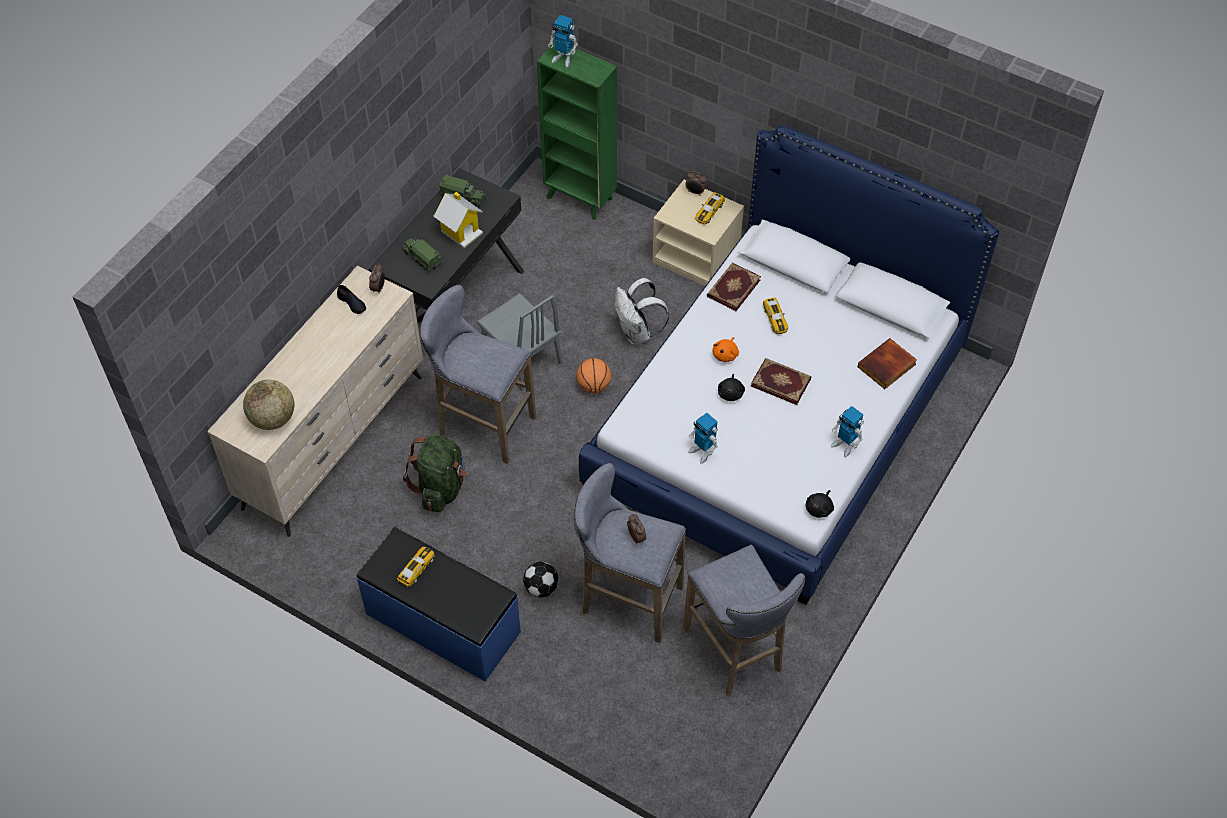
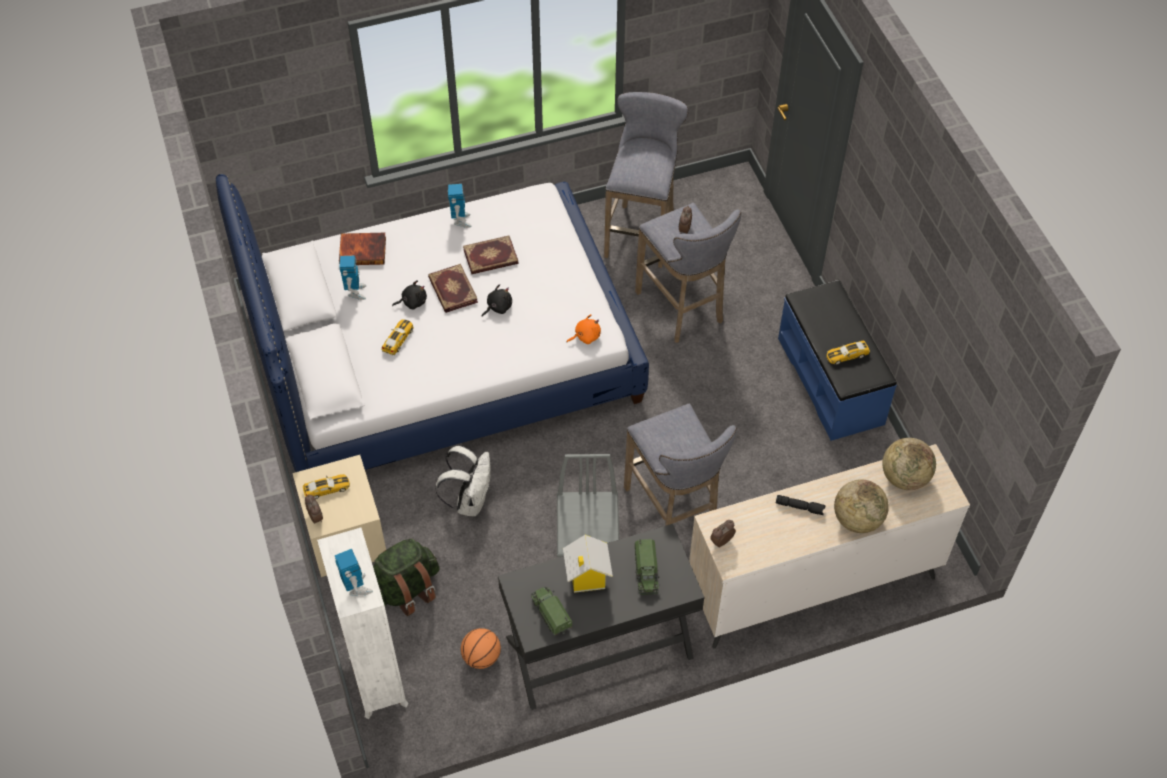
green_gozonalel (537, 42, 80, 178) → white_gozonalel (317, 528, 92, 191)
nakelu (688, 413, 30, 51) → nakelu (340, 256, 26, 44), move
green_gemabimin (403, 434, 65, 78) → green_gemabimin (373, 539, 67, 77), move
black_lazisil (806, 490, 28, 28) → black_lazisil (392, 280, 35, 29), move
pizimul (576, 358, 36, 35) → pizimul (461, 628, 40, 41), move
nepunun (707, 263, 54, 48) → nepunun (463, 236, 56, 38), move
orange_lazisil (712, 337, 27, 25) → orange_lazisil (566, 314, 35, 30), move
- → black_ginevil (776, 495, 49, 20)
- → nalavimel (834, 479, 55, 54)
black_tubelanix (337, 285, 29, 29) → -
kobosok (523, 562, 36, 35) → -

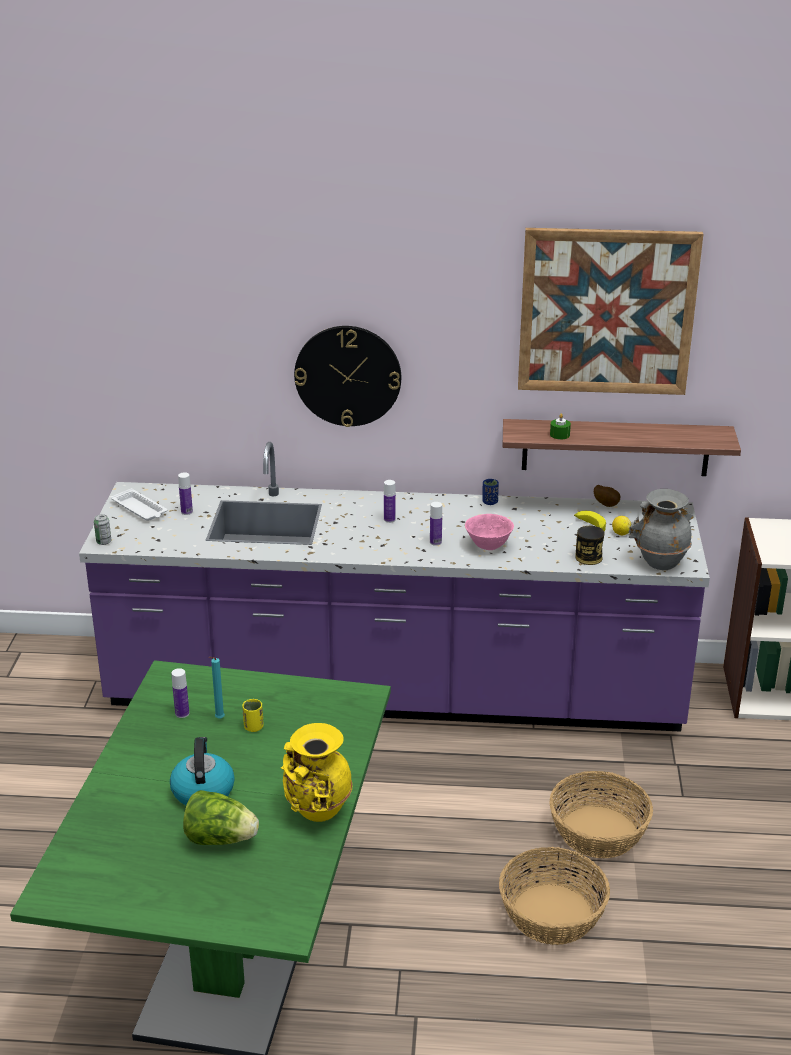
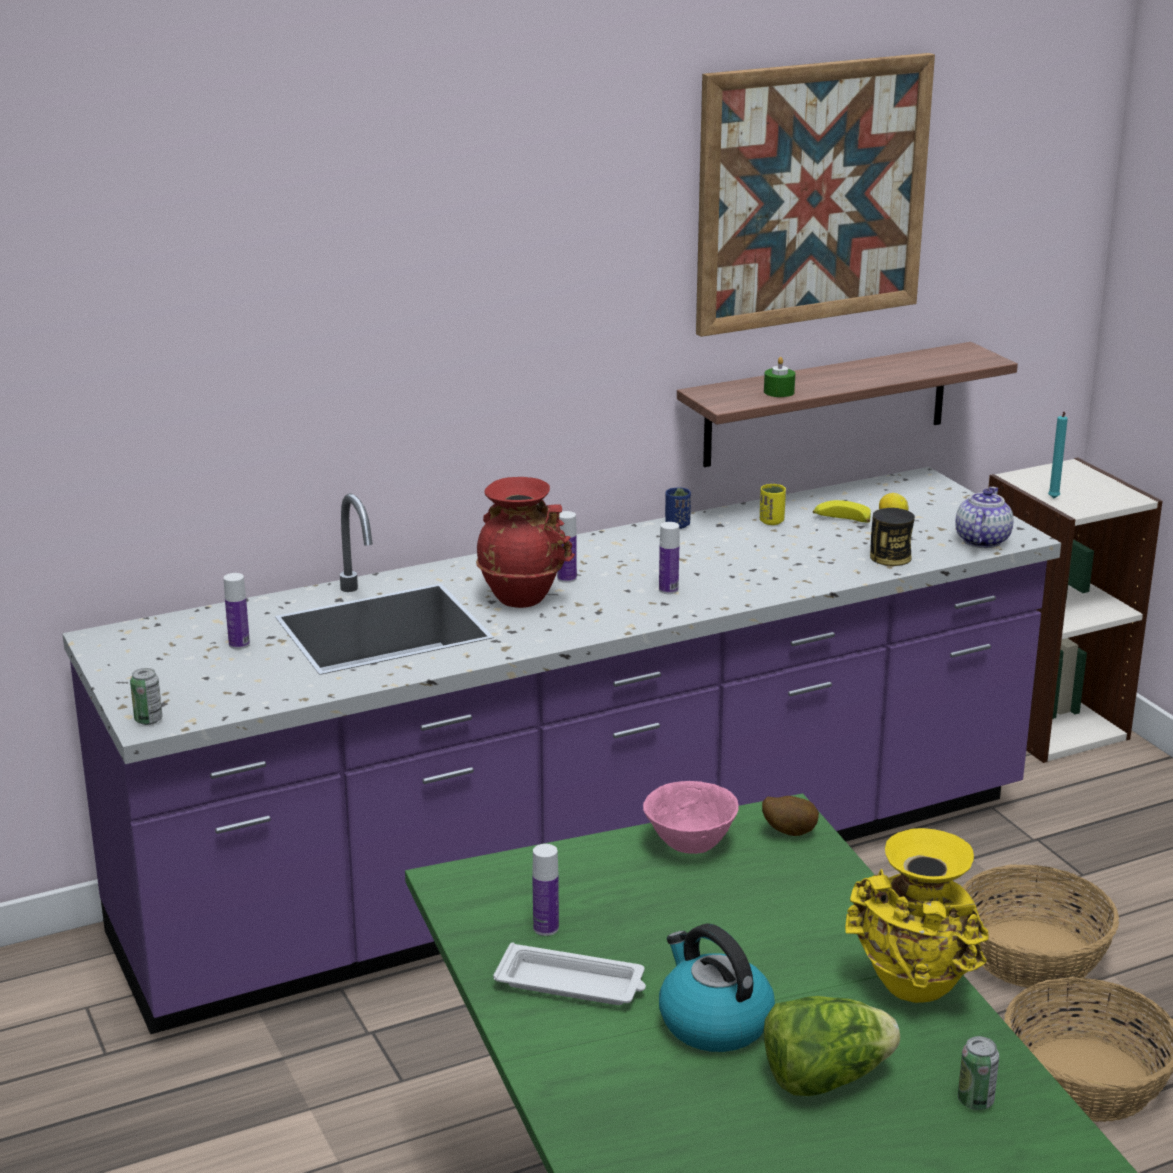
- → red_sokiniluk (476, 477, 99, 131)
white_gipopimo (111, 488, 56, 33) → white_gipopimo (493, 942, 153, 63), move
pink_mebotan (465, 514, 49, 36) → pink_mebotan (643, 781, 96, 73), move
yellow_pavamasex (242, 699, 22, 33) → yellow_pavamasex (760, 484, 26, 41), move
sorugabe (594, 485, 26, 22) → sorugabe (762, 796, 57, 40), move
grey_sokiniluk (629, 489, 65, 81) → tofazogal (956, 487, 58, 61)
- → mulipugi (958, 1036, 41, 74)
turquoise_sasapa (208, 657, 17, 62) → turquoise_sasapa (1048, 411, 20, 87), move
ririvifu (294, 326, 107, 101) → -

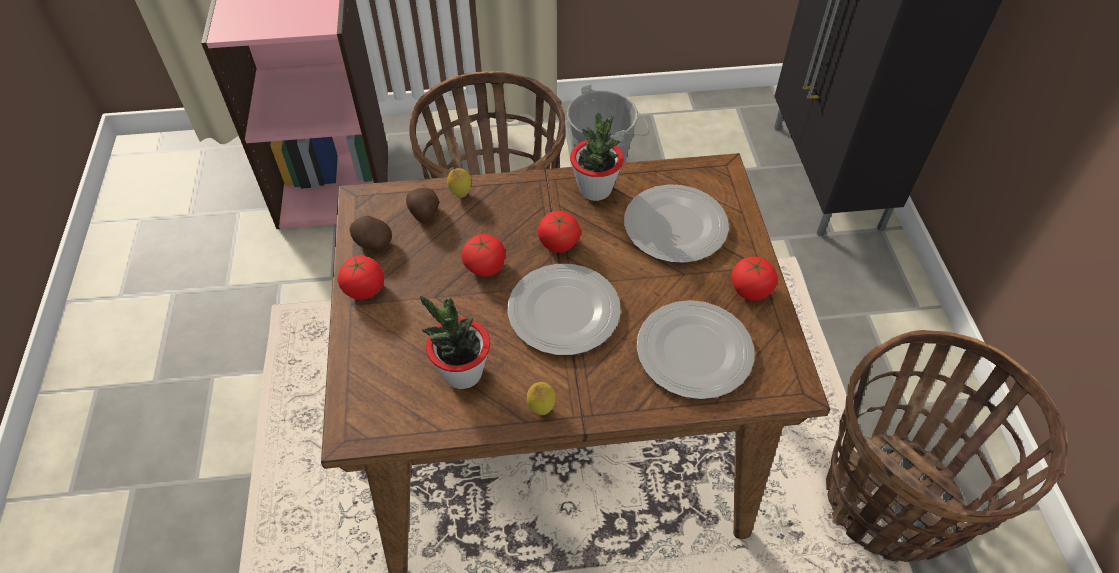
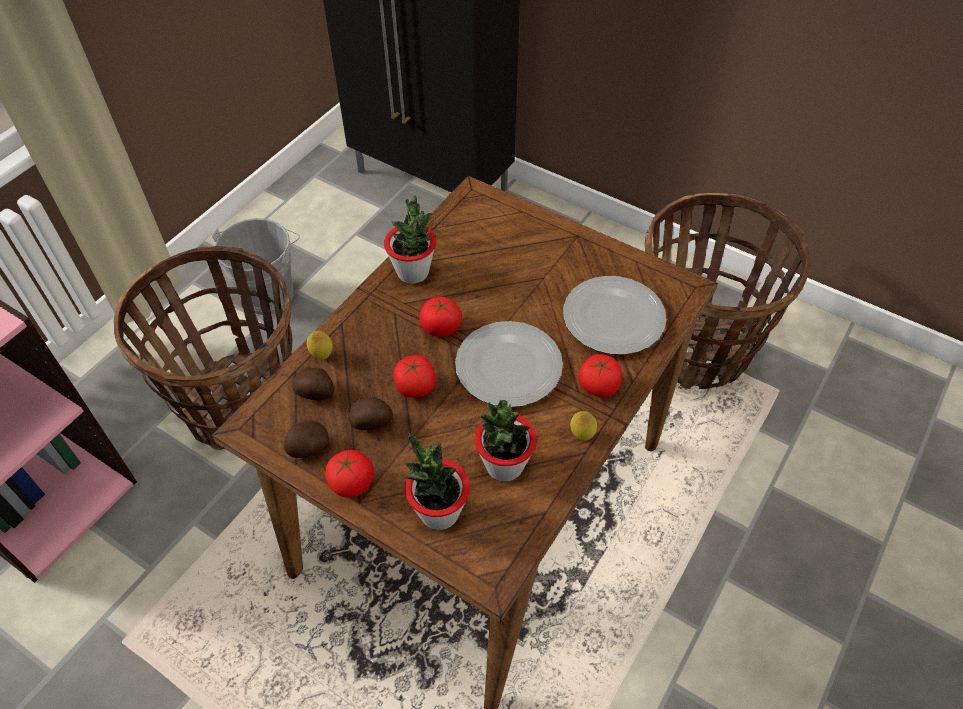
- → sorugabe (349, 396, 44, 34)
- → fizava (405, 433, 65, 97)
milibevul (732, 257, 46, 44) → milibevul (579, 354, 43, 43), move
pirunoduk (624, 184, 105, 79) → -

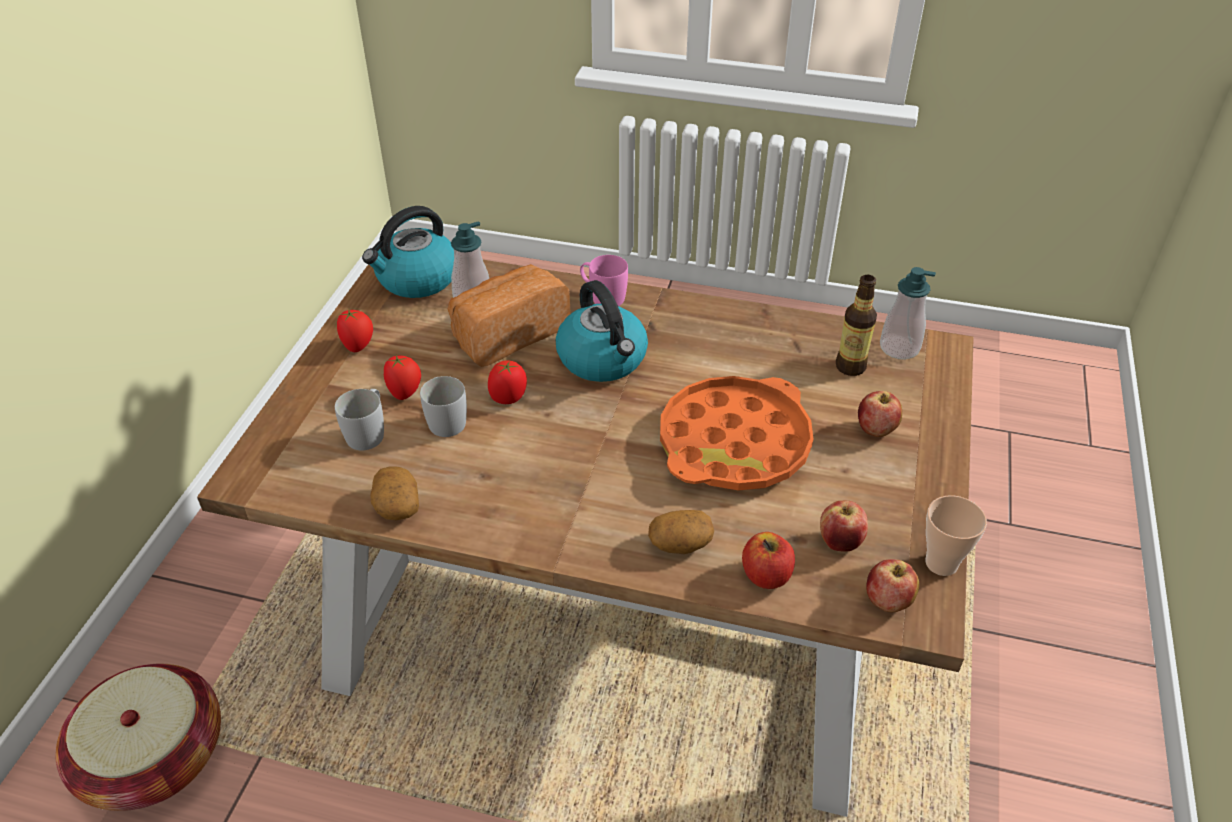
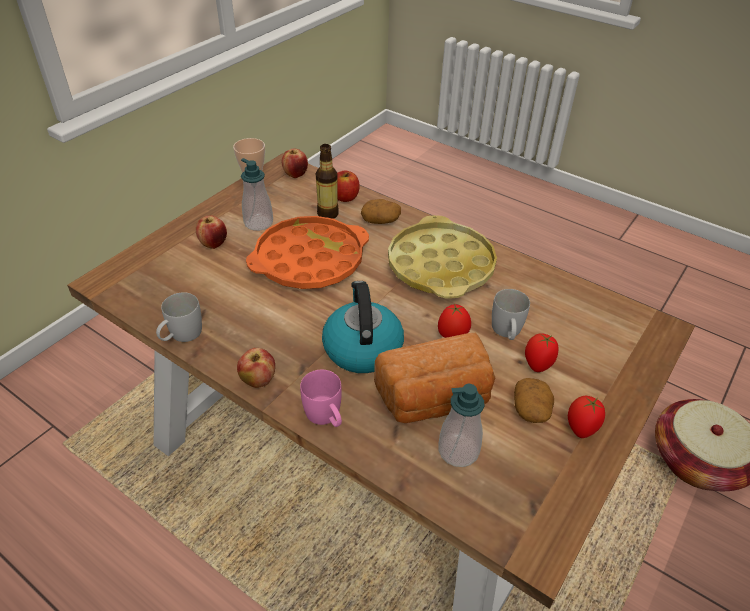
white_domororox (335, 389, 49, 61) → white_domororox (156, 292, 46, 50), move
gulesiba (820, 501, 48, 50) → gulesiba (237, 348, 38, 40), move
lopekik (880, 267, 56, 93) → lopekik (241, 158, 32, 73), move
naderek (836, 274, 41, 102) → naderek (316, 144, 23, 75), move
- → yellow_gipopimo (388, 215, 109, 84)
sorugabe (370, 466, 49, 54) → sorugabe (514, 378, 40, 45), move
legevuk (362, 206, 92, 92) → -

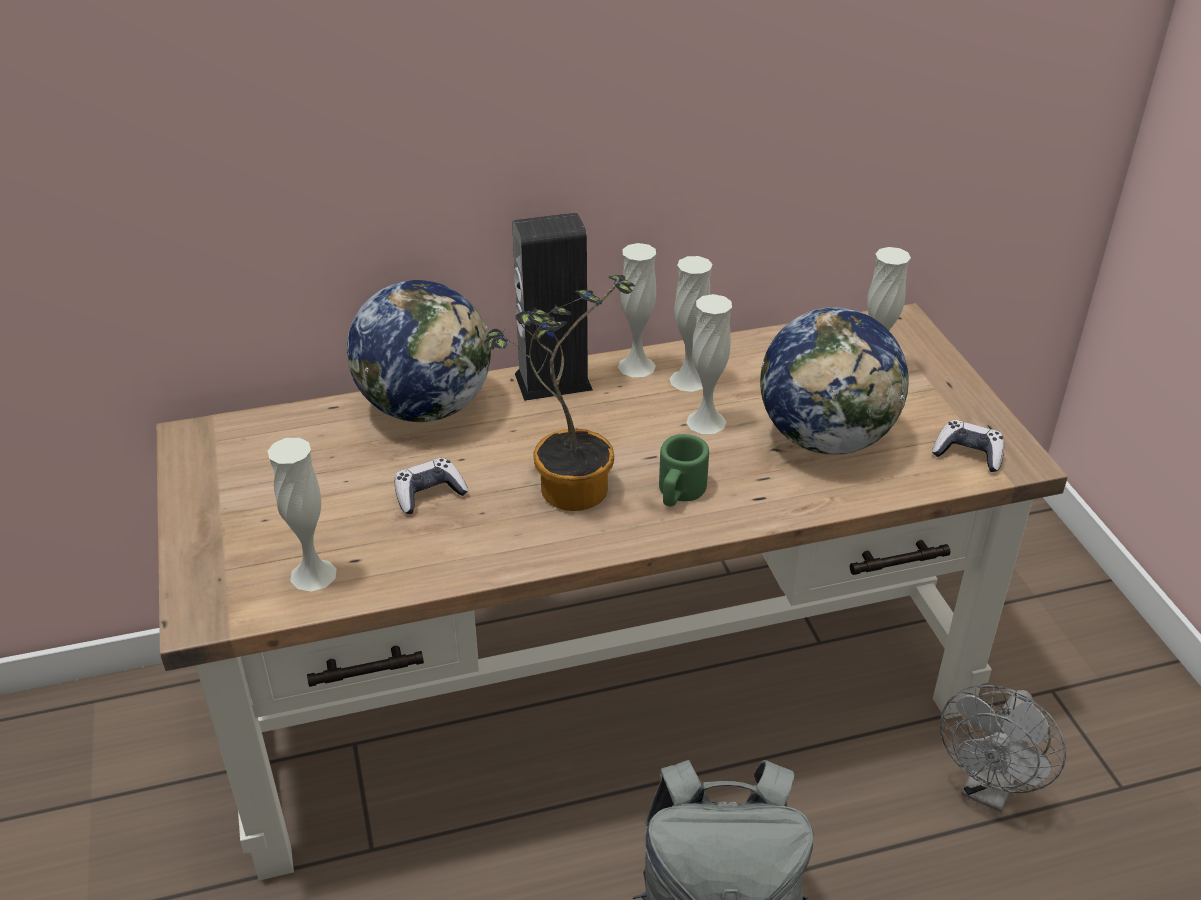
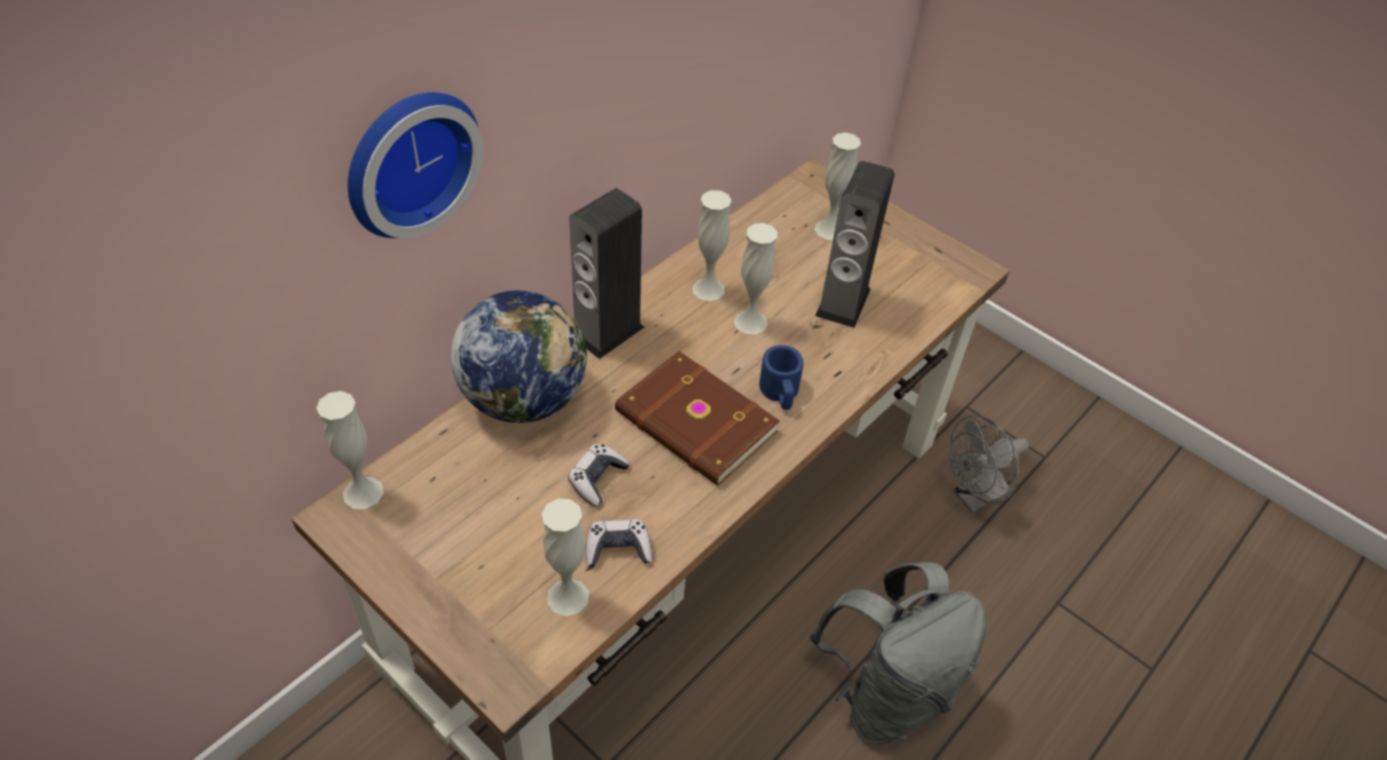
white_sokiniluk (618, 243, 38, 134) → white_sokiniluk (316, 391, 68, 118), move
- → ririvifu (348, 92, 135, 146)
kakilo (932, 420, 72, 52) → kakilo (585, 519, 67, 48), move
fizava (483, 275, 152, 236) → brown_nepunun (615, 351, 165, 135)
green_domororox (659, 434, 50, 73) → blue_domororox (759, 345, 44, 65)
nalavimel (760, 307, 148, 148) → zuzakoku (815, 161, 80, 167)
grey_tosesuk (940, 685, 126, 127) → grey_tosesuk (950, 415, 79, 98), 60 degrees clockwise

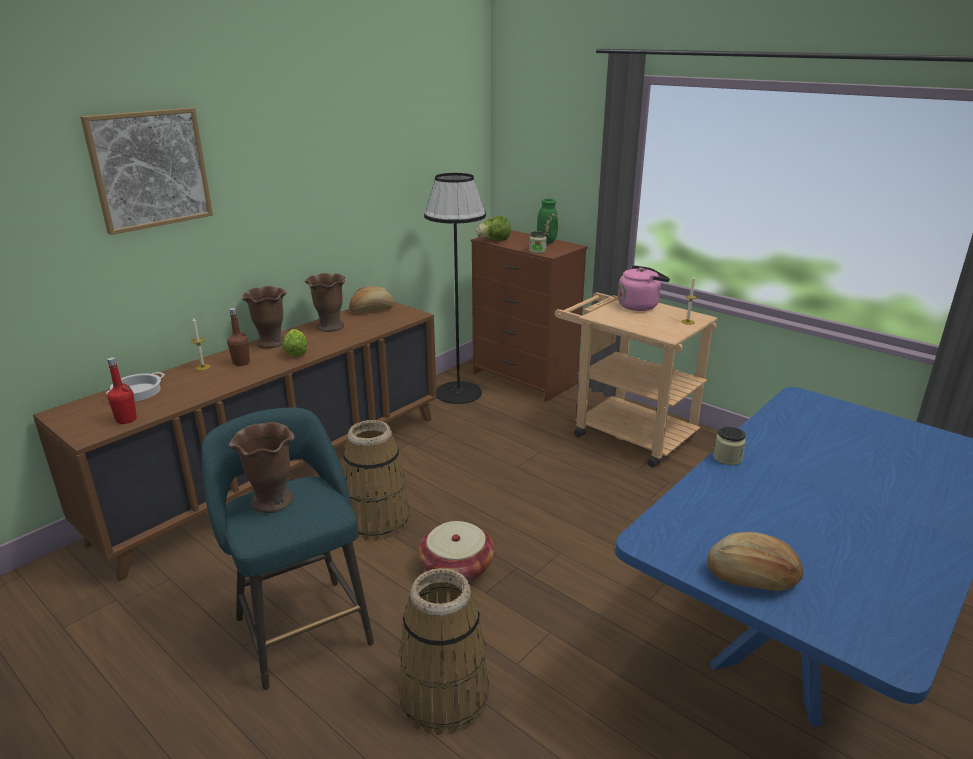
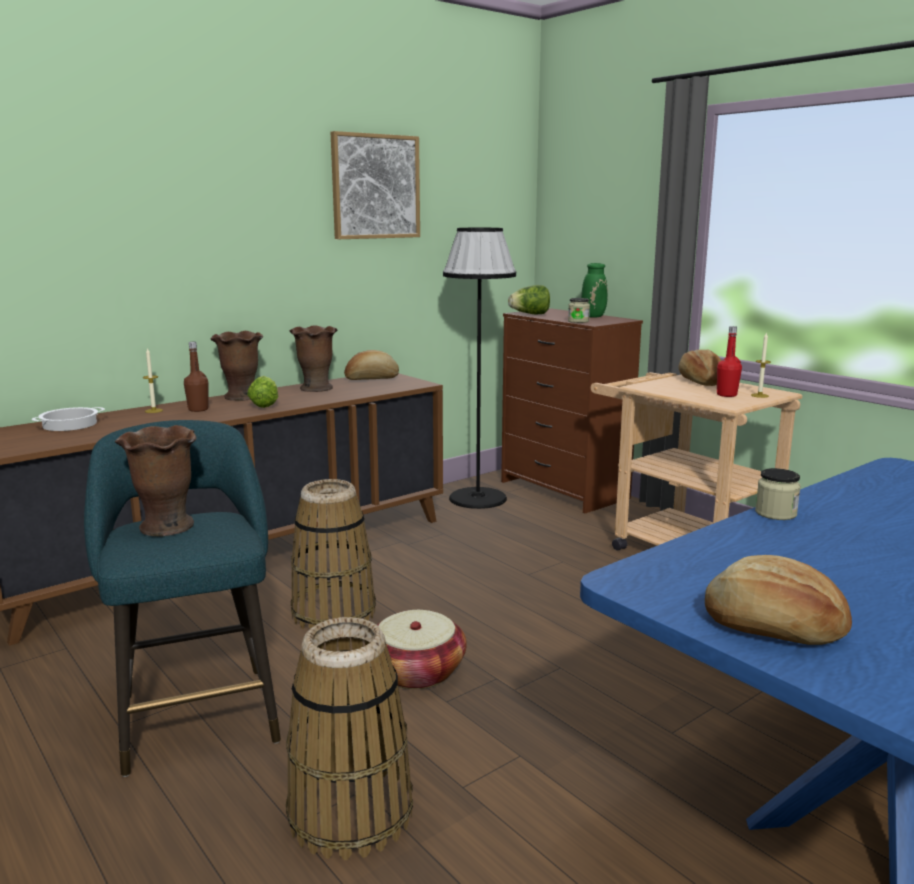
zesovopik (80, 108, 133, 127) → zesovopik (331, 131, 89, 108), move
pink_legevuk (618, 265, 52, 46) → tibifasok (679, 350, 43, 36)
red_naderek (107, 357, 30, 67) → red_naderek (717, 326, 25, 71), move

